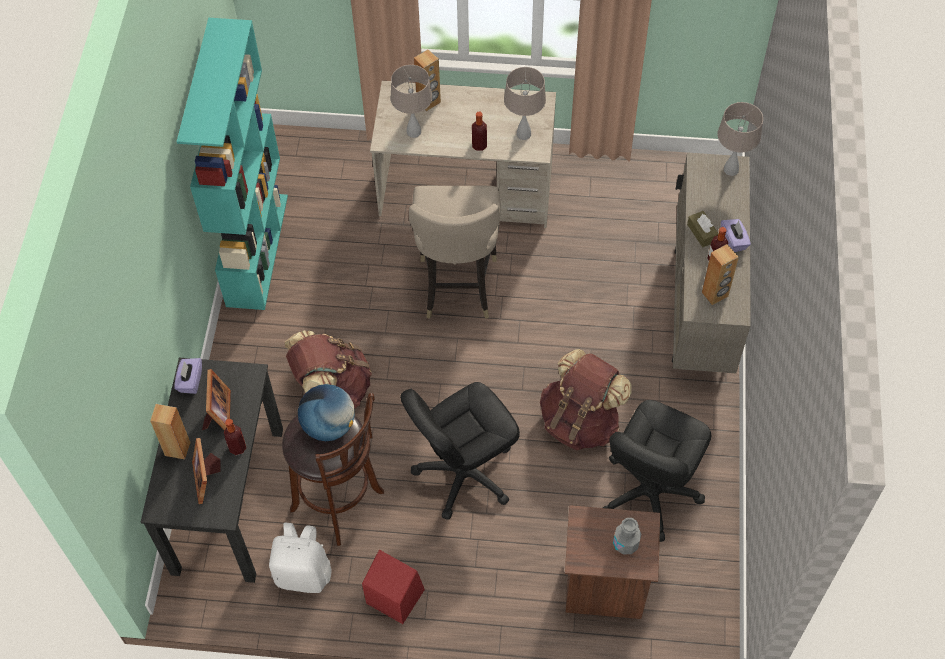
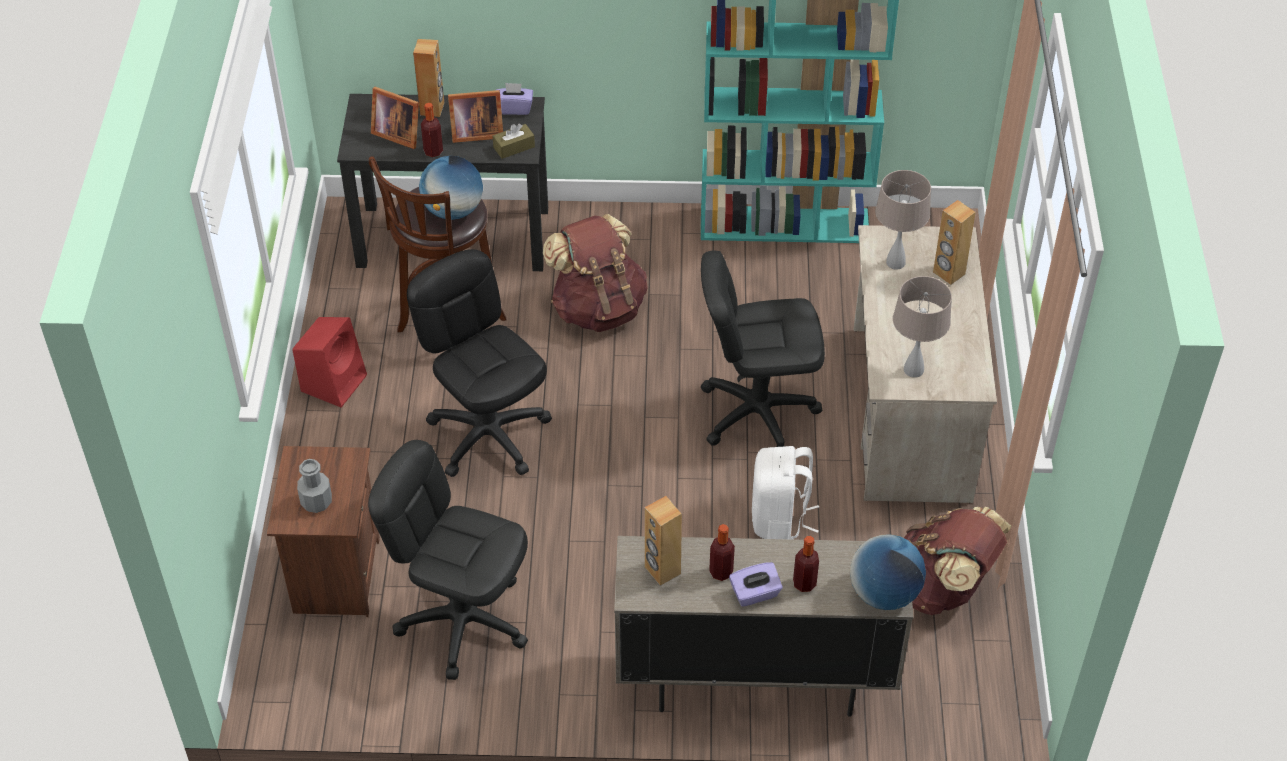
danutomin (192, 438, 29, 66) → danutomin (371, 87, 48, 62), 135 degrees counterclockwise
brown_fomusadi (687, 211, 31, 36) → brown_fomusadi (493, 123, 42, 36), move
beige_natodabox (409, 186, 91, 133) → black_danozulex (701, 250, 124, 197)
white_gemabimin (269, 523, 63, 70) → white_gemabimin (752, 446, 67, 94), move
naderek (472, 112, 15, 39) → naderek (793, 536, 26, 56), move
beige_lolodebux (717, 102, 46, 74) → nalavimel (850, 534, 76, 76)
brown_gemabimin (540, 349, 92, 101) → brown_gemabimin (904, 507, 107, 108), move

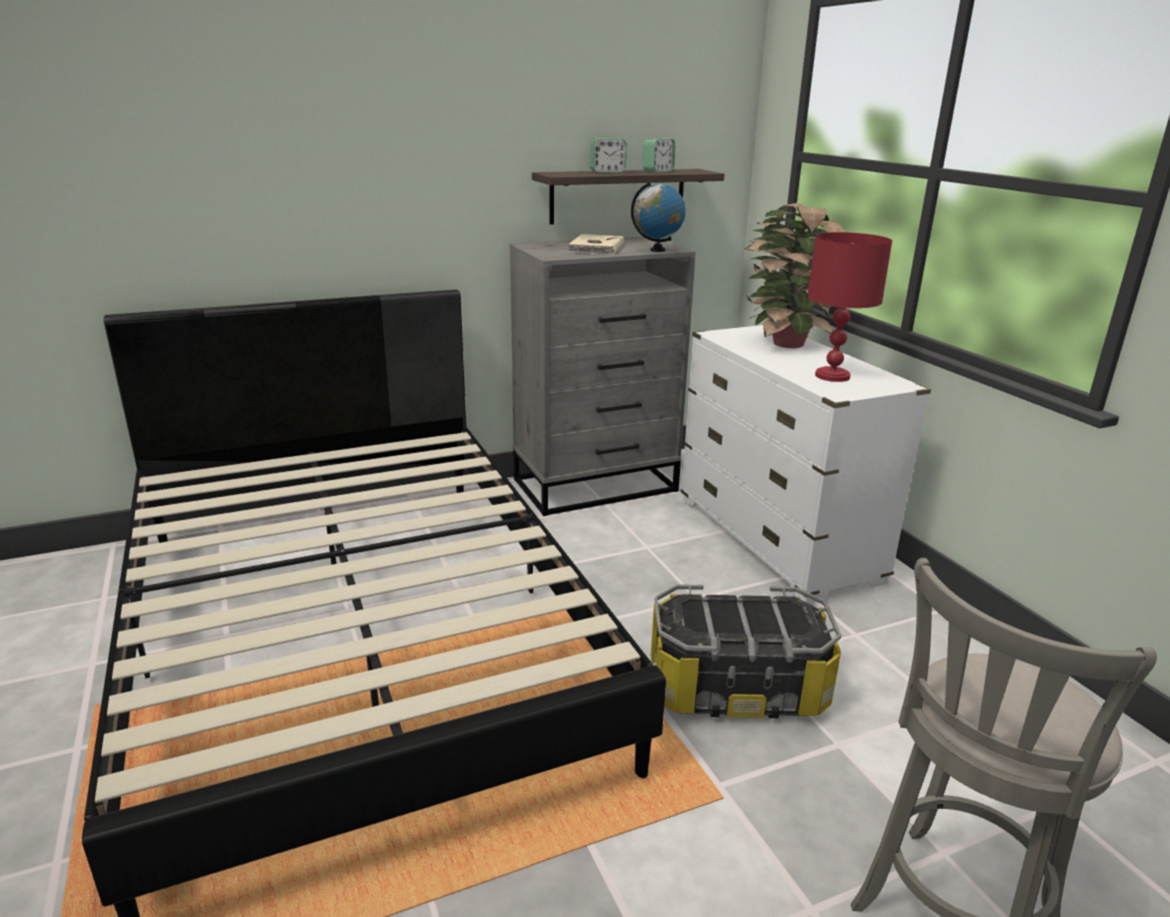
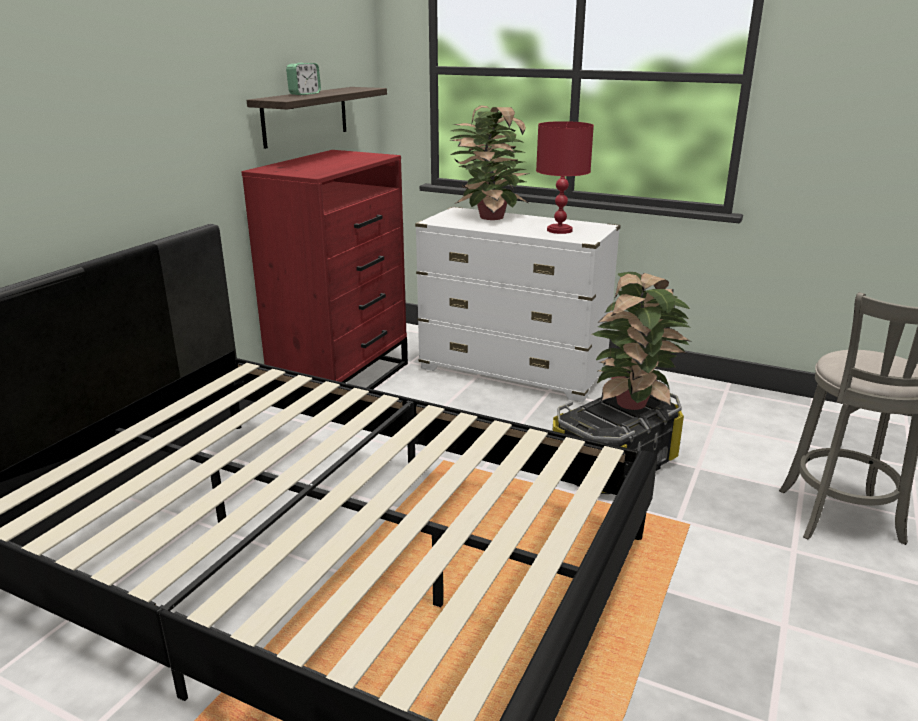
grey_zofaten (510, 236, 186, 280) → red_zofaten (241, 150, 167, 239)
- → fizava (592, 272, 100, 138)
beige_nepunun (565, 234, 59, 21) → -
nalavimel (631, 182, 55, 70) → -
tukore (643, 138, 32, 34) → -

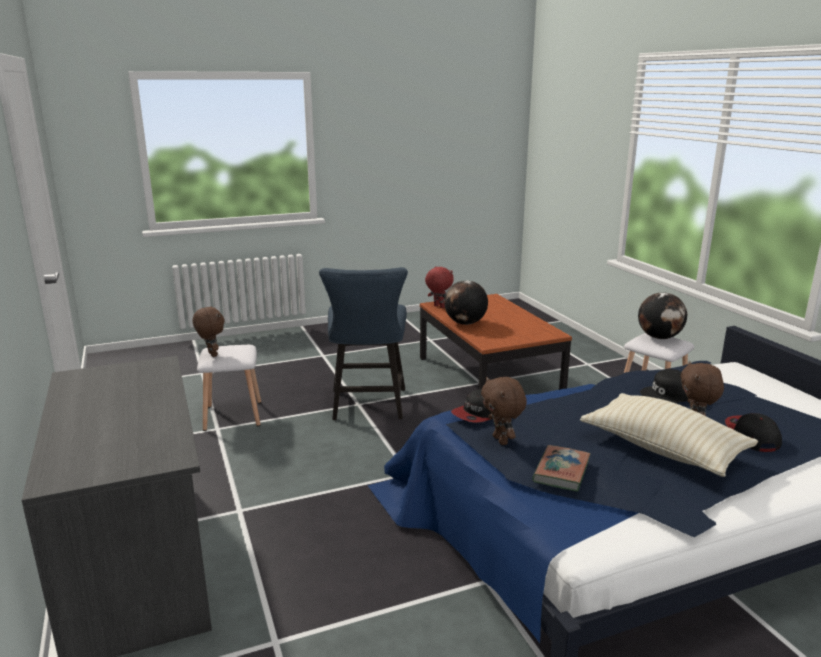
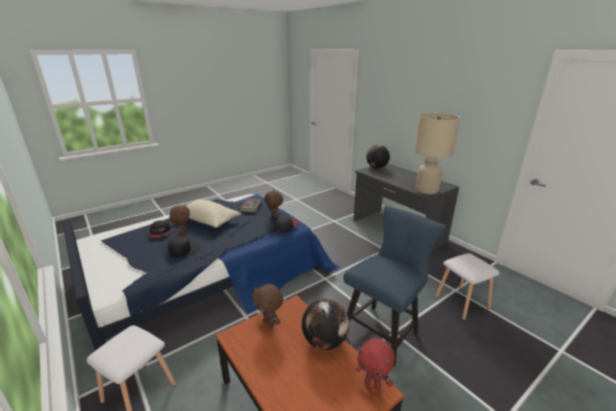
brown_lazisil (193, 306, 32, 51) → brown_lazisil (252, 284, 31, 43), move
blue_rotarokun (319, 267, 89, 153) → blue_rotarokun (344, 206, 102, 161), 60 degrees clockwise
nalavimel (638, 293, 49, 46) → nalavimel (366, 145, 24, 24), move
- → beige_lolodebux (414, 113, 46, 81)

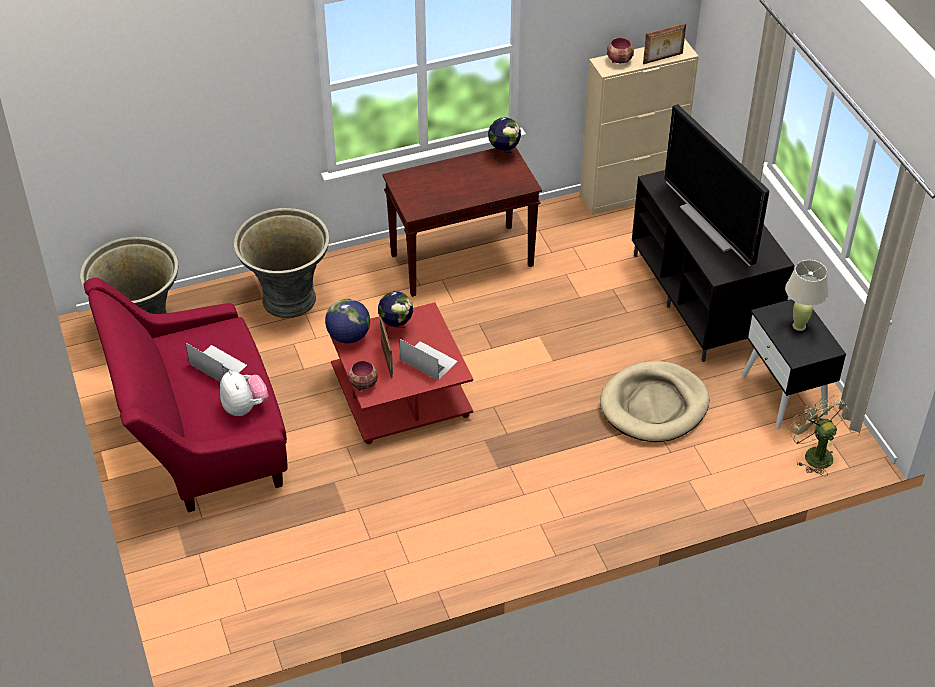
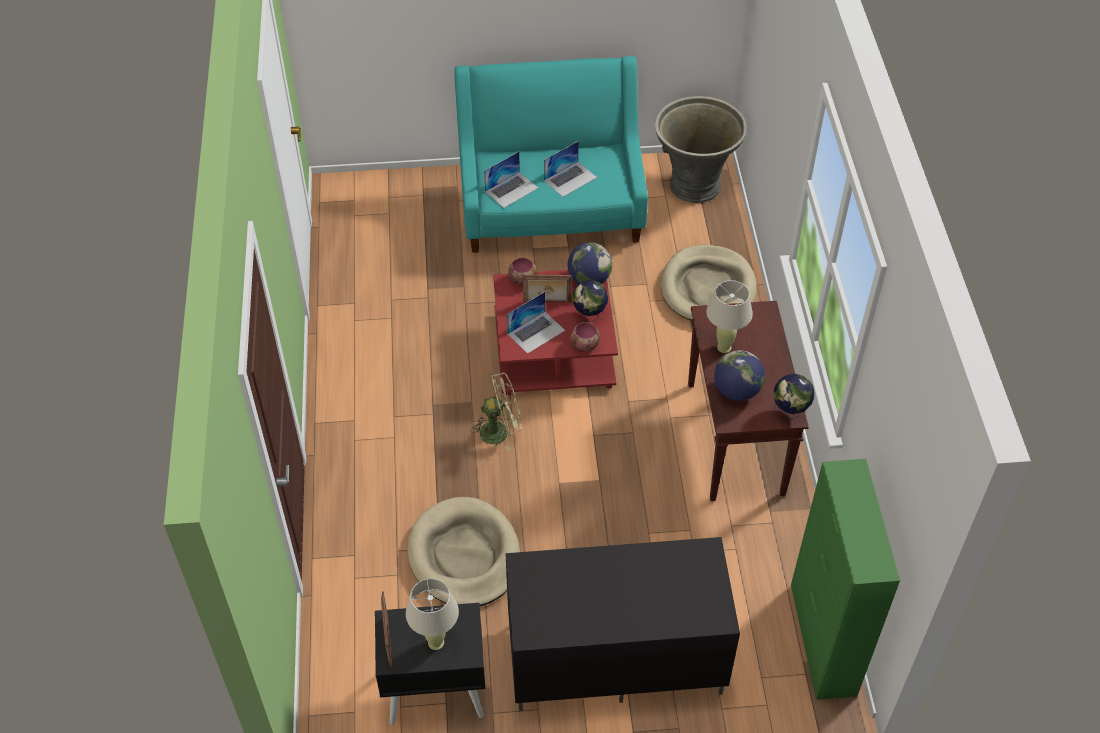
danutomin (643, 23, 43, 41) → danutomin (381, 591, 12, 77), move
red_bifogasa (83, 278, 204, 234) → turquoise_bifogasa (455, 56, 193, 197)
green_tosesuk (788, 395, 61, 81) → green_tosesuk (470, 372, 52, 79), move
lazisil (220, 370, 49, 46) → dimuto (484, 152, 54, 56)
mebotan (607, 38, 27, 25) → mebotan (570, 322, 30, 30), move
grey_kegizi (234, 208, 95, 110) → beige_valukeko (661, 245, 96, 75)
- → beige_lolodebux (706, 280, 47, 73)
- → nalavimel (714, 350, 51, 51)
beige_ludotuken (580, 39, 119, 176) → green_ludotuken (791, 459, 109, 241)
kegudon (664, 104, 105, 162) → -

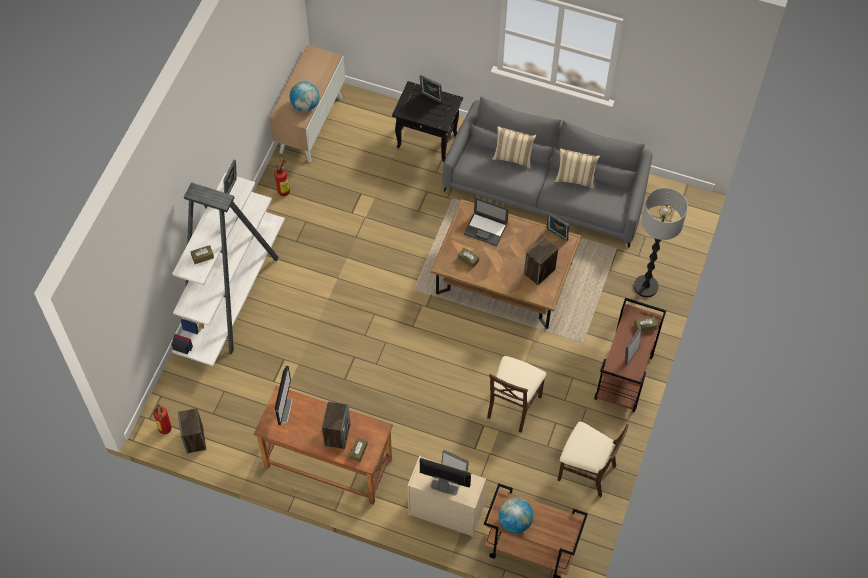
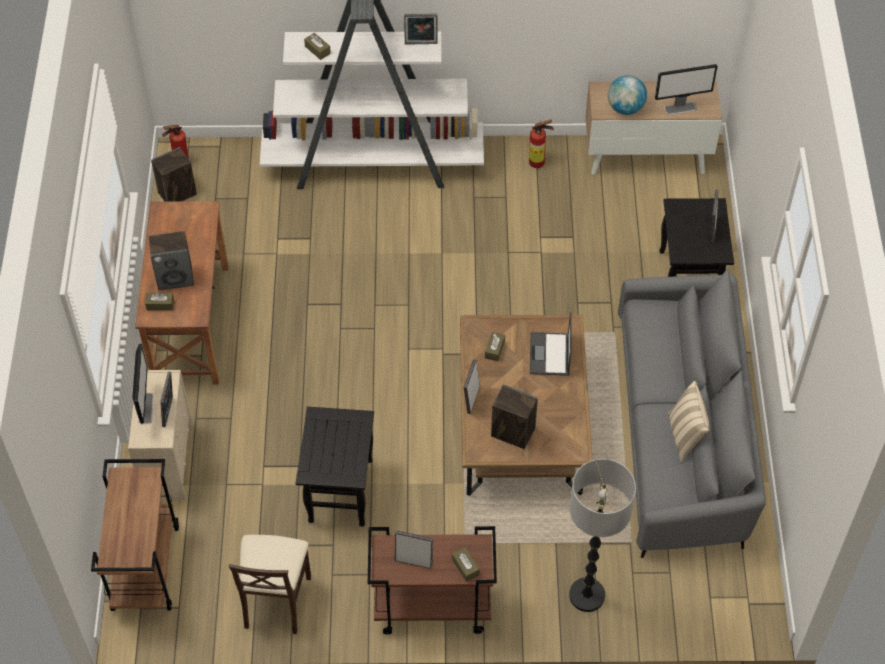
beige_rotarokun (487, 356, 60, 76) → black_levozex (296, 407, 78, 120)
danutomin (547, 212, 22, 29) → danutomin (464, 359, 16, 55), move
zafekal (275, 366, 17, 60) → zafekal (655, 64, 63, 51), move
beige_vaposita (492, 126, 45, 43) → -
nalavimel (499, 498, 35, 35) → -

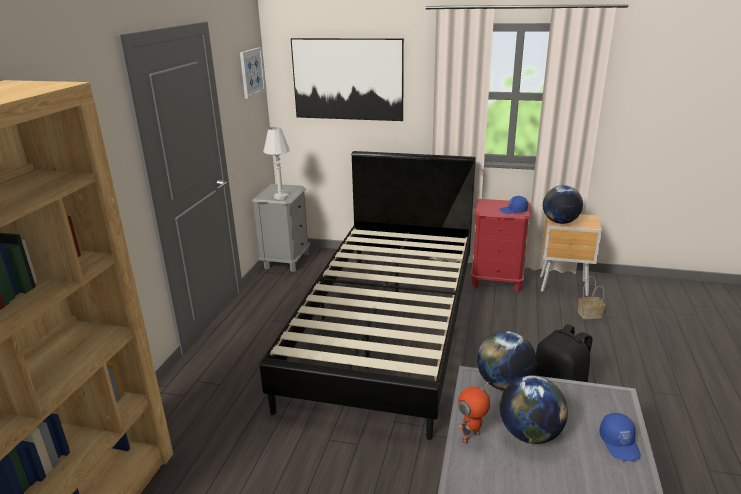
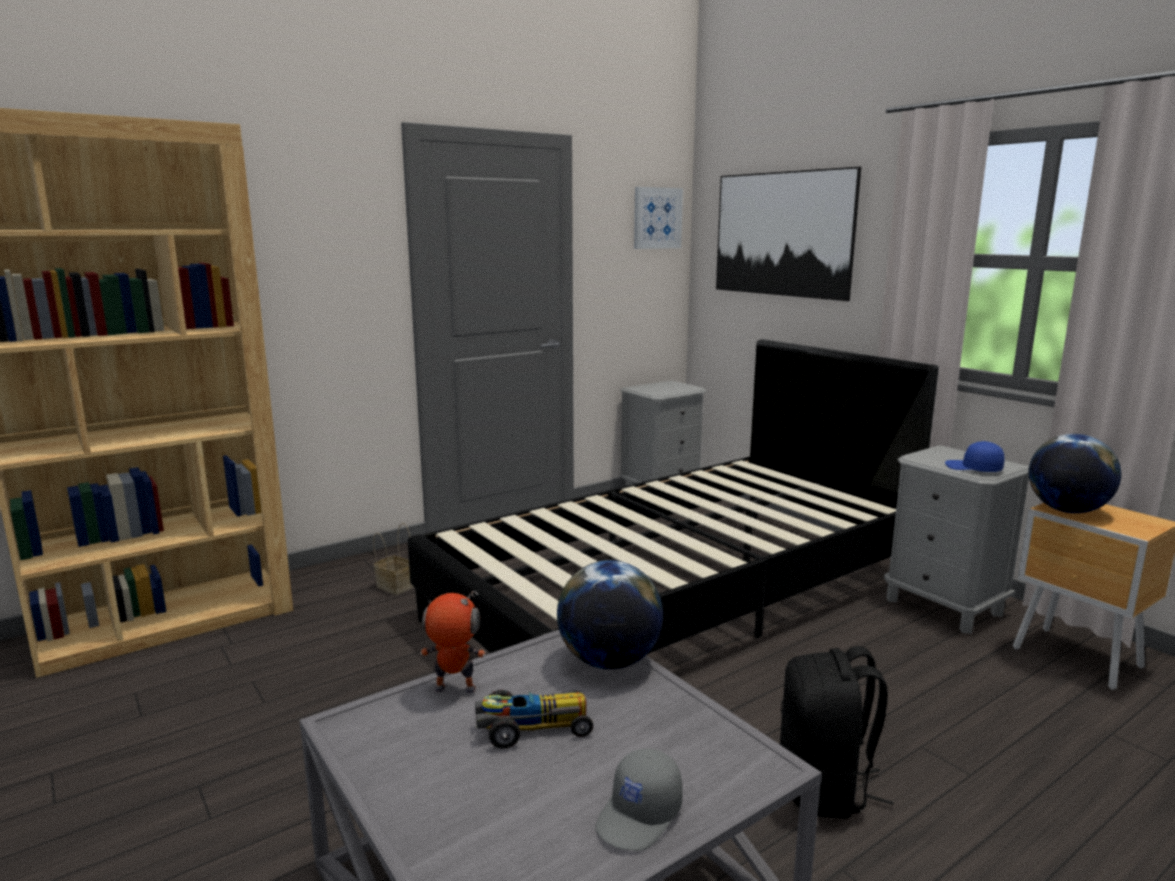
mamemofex (578, 276, 27, 43) → mamemofex (373, 523, 41, 72), move
nalavimel (500, 375, 68, 69) → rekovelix (475, 690, 118, 59)
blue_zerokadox (599, 413, 42, 48) → grey_zerokadox (595, 749, 88, 102)
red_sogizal (470, 199, 61, 93) → grey_sogizal (884, 445, 145, 189)
white_lolodebux (263, 127, 27, 73) → -

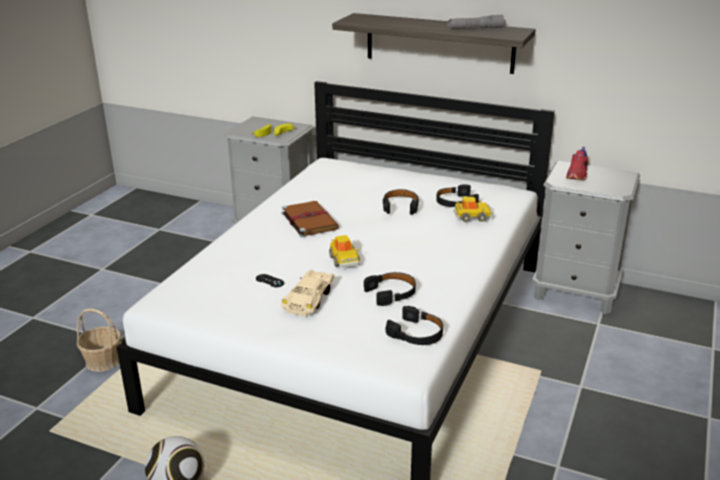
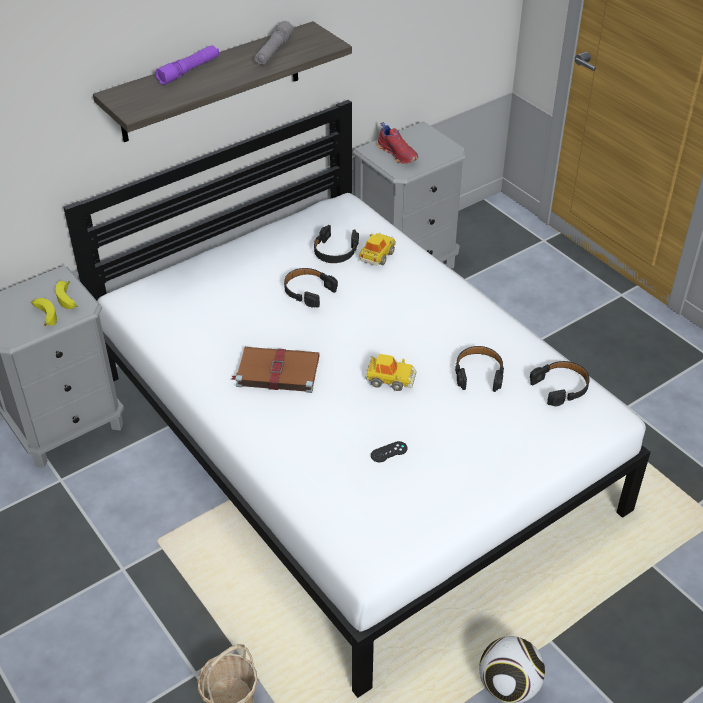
- → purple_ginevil (155, 45, 65, 40)
beige_rekovelix (281, 269, 53, 48) → -

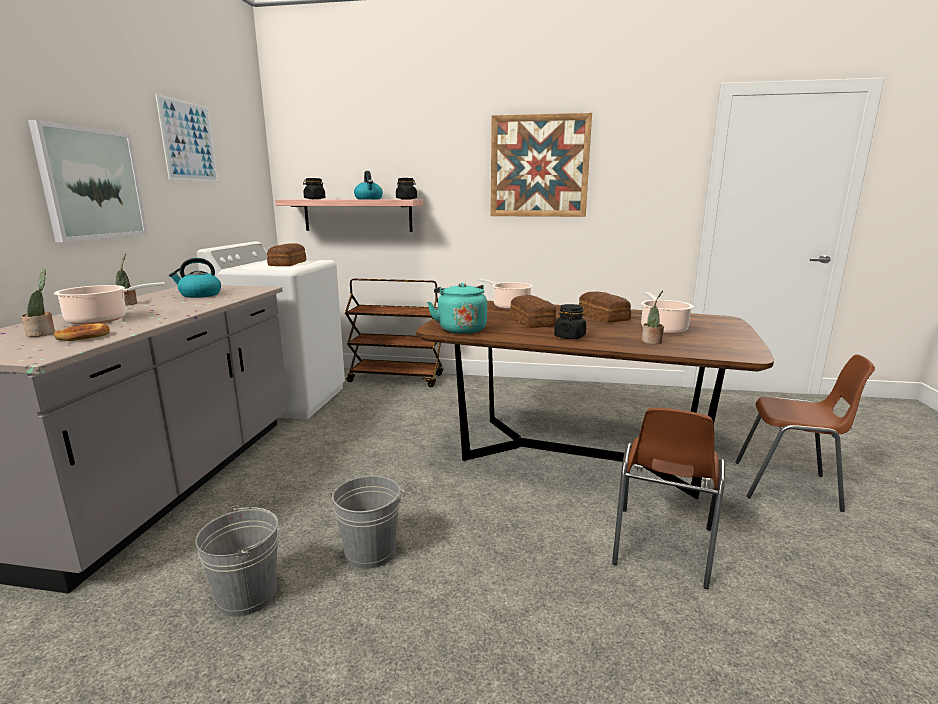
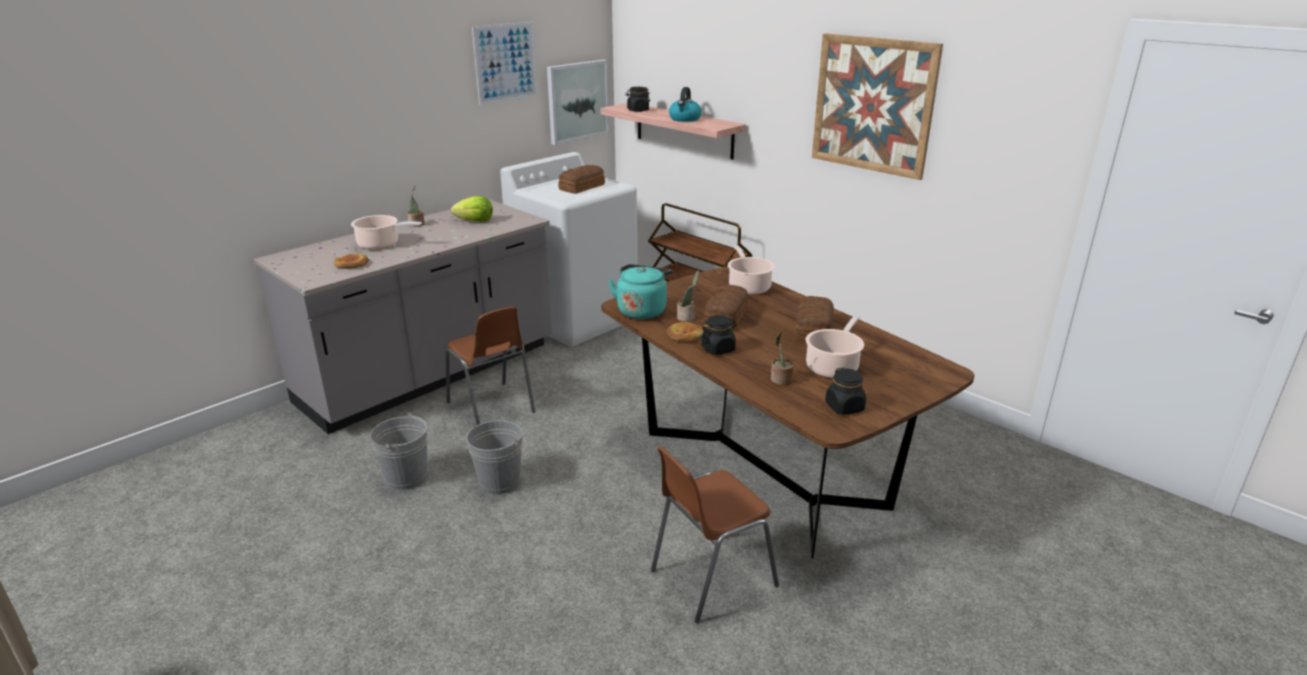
brown_rotarokun (735, 354, 140, 158) → brown_rotarokun (446, 306, 89, 119), move
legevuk (169, 258, 52, 40) → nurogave (451, 196, 42, 26)
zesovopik (28, 120, 120, 122) → zesovopik (547, 60, 62, 85), move
- → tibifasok (667, 322, 37, 20)
fizava (21, 268, 34, 69) → fizava (677, 270, 22, 52), move
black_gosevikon (396, 178, 21, 21) → black_gosevikon (825, 367, 41, 48), move

